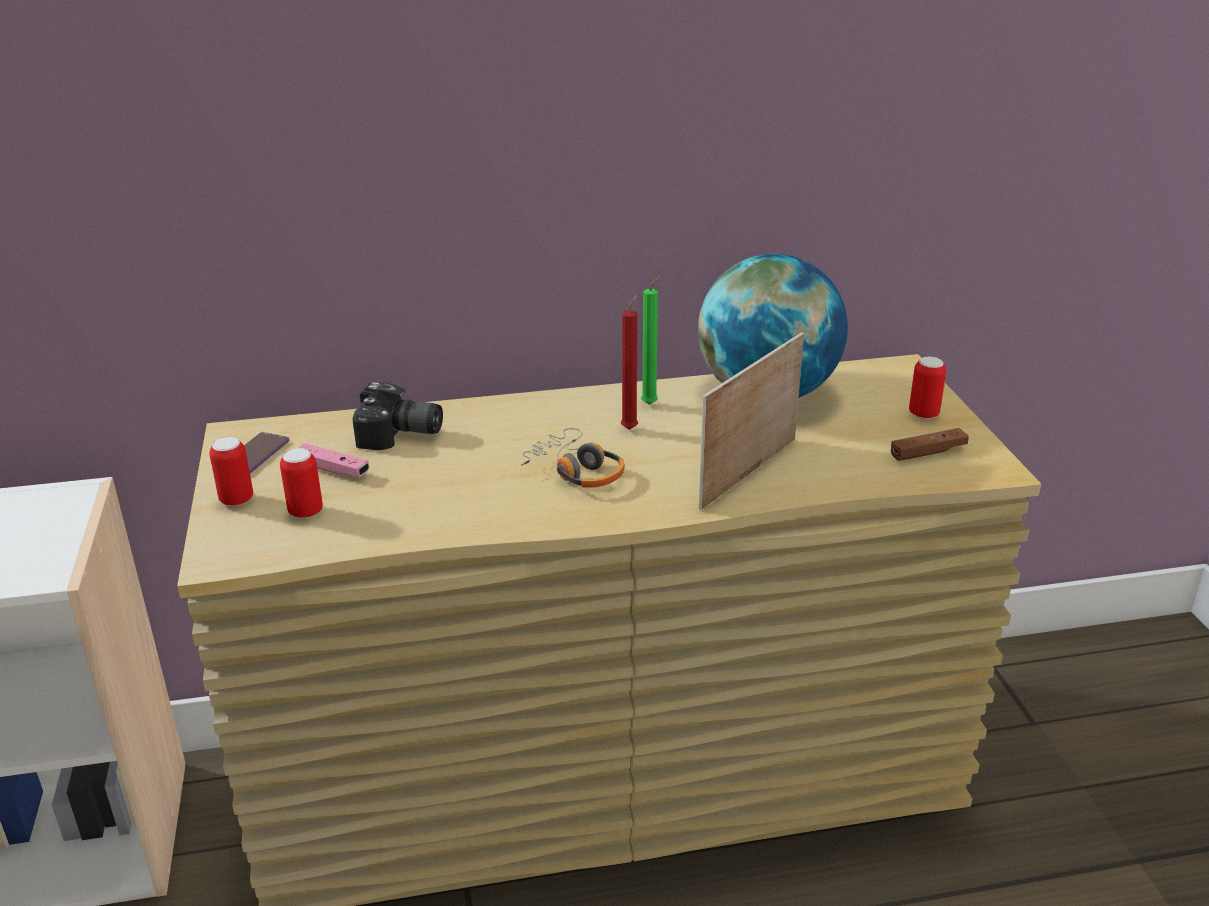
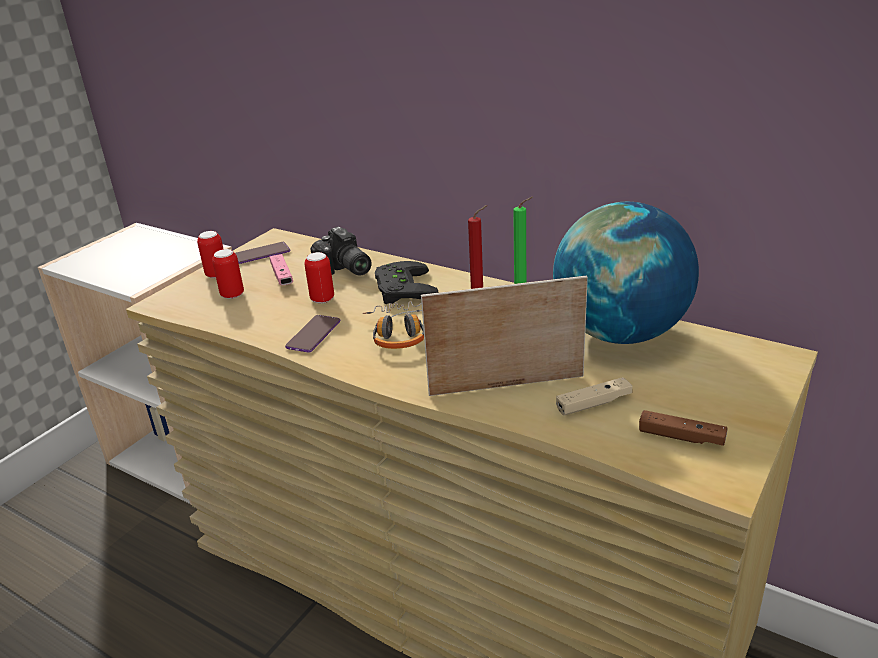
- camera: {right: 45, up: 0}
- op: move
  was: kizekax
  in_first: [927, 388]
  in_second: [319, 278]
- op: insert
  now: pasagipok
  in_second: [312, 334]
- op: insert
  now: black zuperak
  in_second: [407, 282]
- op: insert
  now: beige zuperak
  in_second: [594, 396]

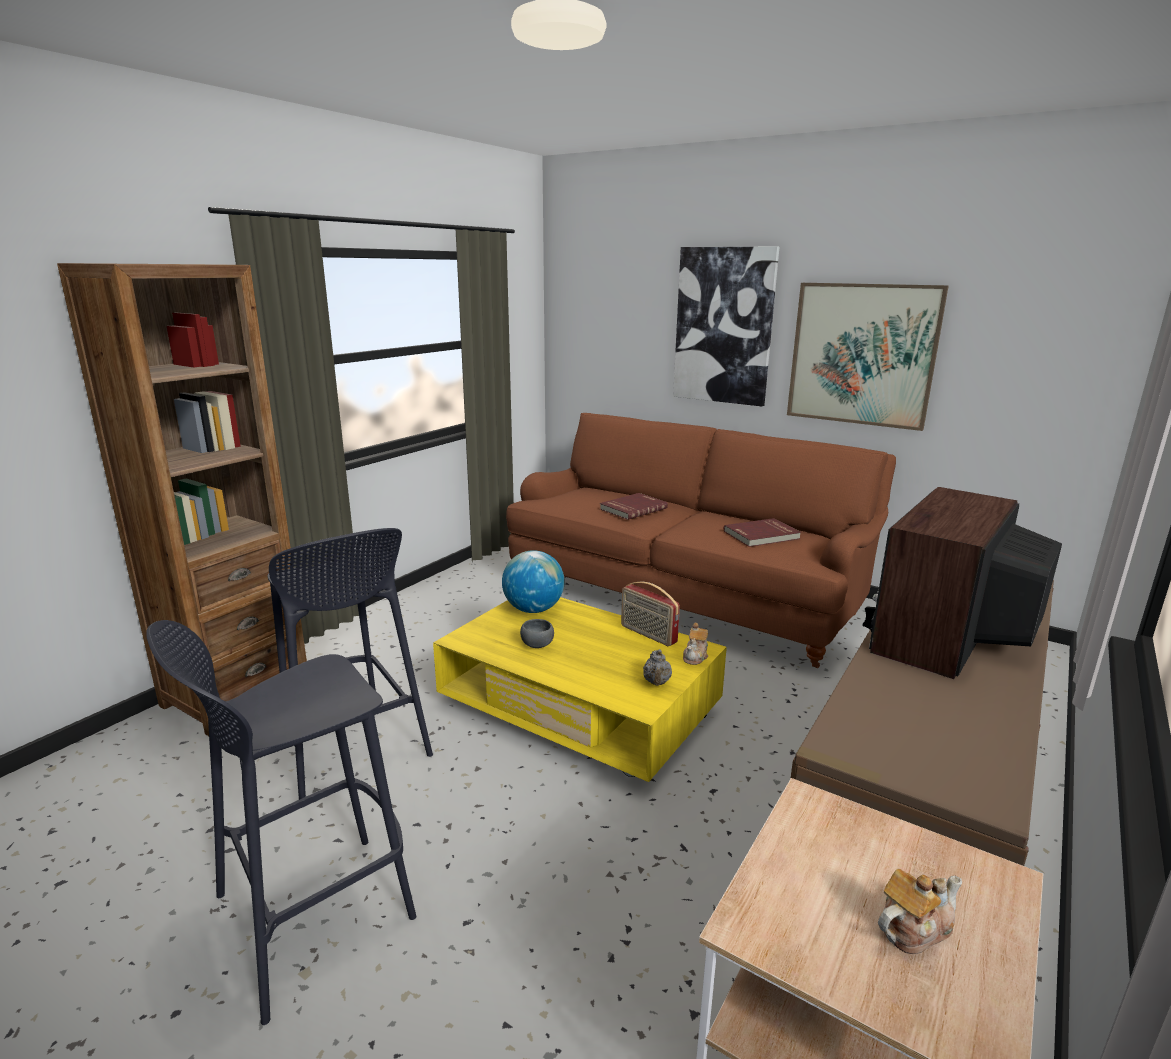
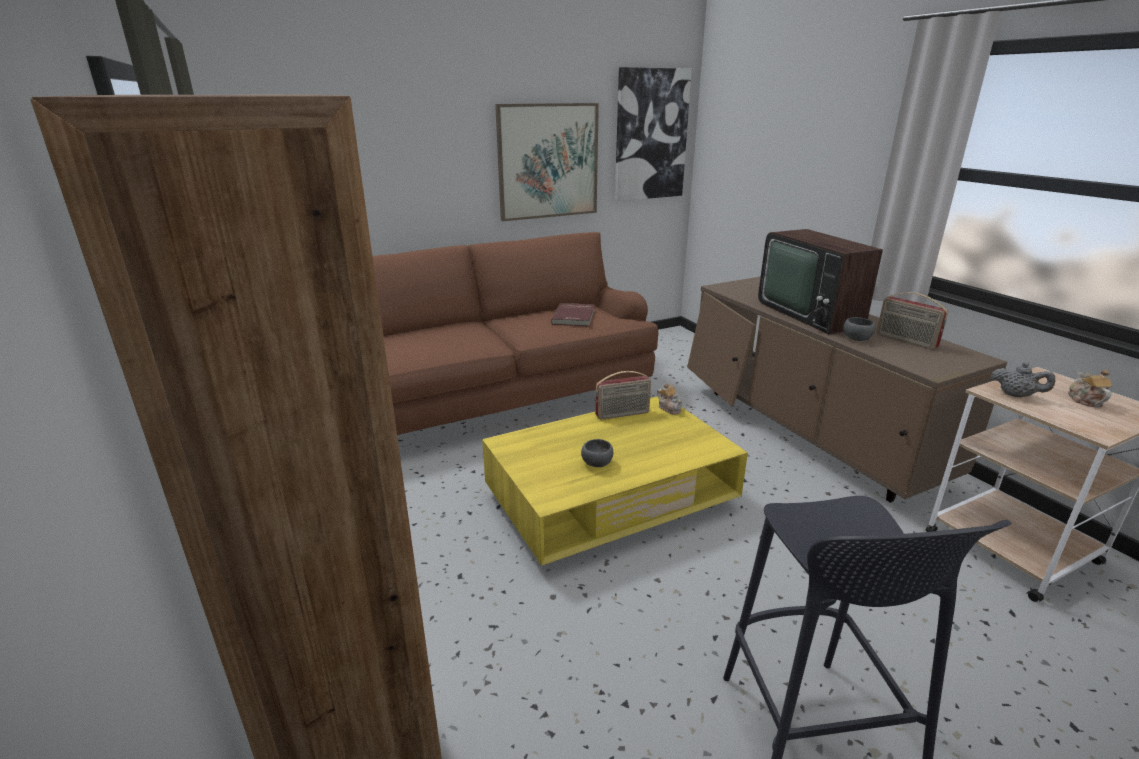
- camera: {right: -60, up: 5}
- op: delete
  was: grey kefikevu
  in_first: [350, 664]
- op: delete
  was: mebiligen
  in_first: [533, 581]
- op: delete
  was: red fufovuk
  in_first: [634, 506]
- op: move
  was: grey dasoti
  in_first: [657, 667]
  in_second: [1023, 379]
- op: move
  was: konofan
  in_first: [726, 326]
  in_second: [653, 134]
- op: insert
  now: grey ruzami
  in_second: [859, 329]
- op: insert
  now: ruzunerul
  in_second: [912, 321]

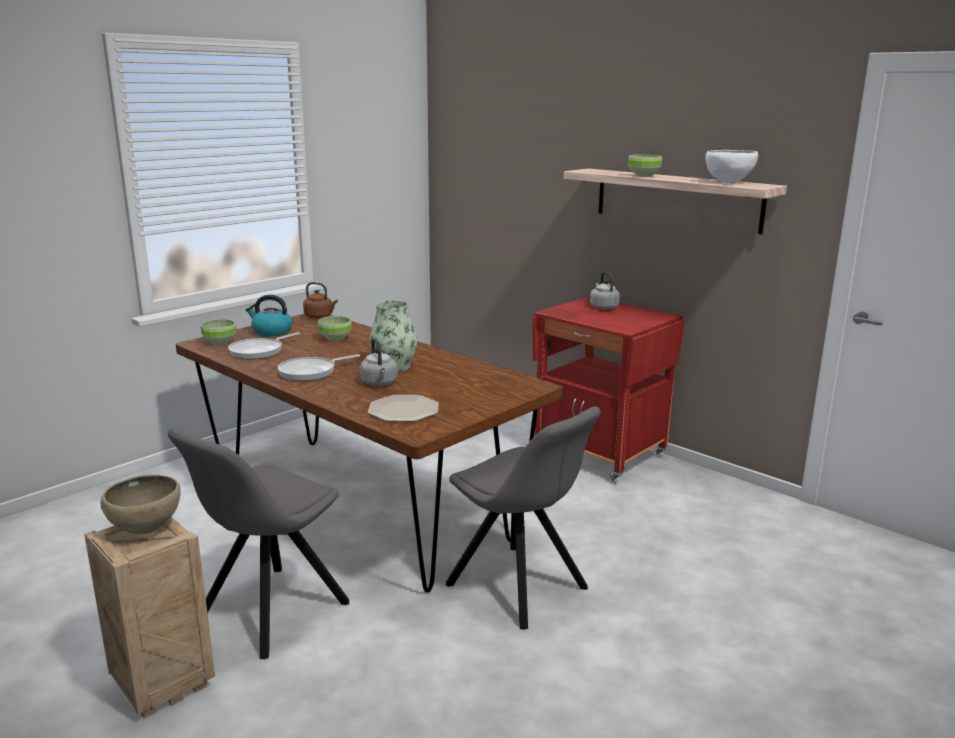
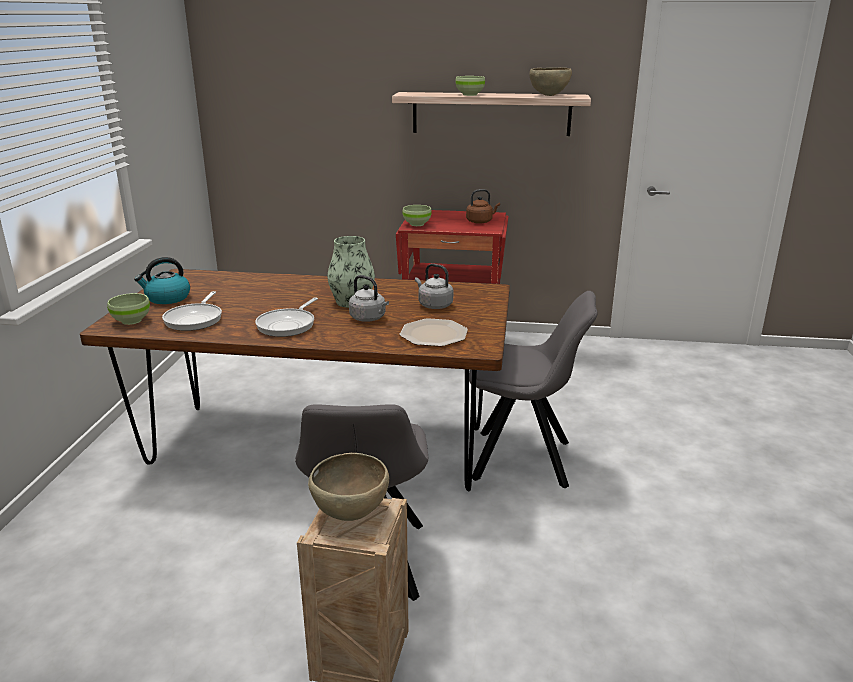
- camera: {right: -35, up: 5}
- op: move
  was: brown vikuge
  in_first: [320, 300]
  in_second: [483, 206]
- op: move
  was: green ruzami
  in_first: [334, 328]
  in_second: [417, 215]
- op: move
  was: grey vikuge
  in_first: [605, 290]
  in_second: [434, 286]
- op: recolor
  was: white ruzami
  now: brown ruzami
  in_first: [731, 166]
  in_second: [550, 81]

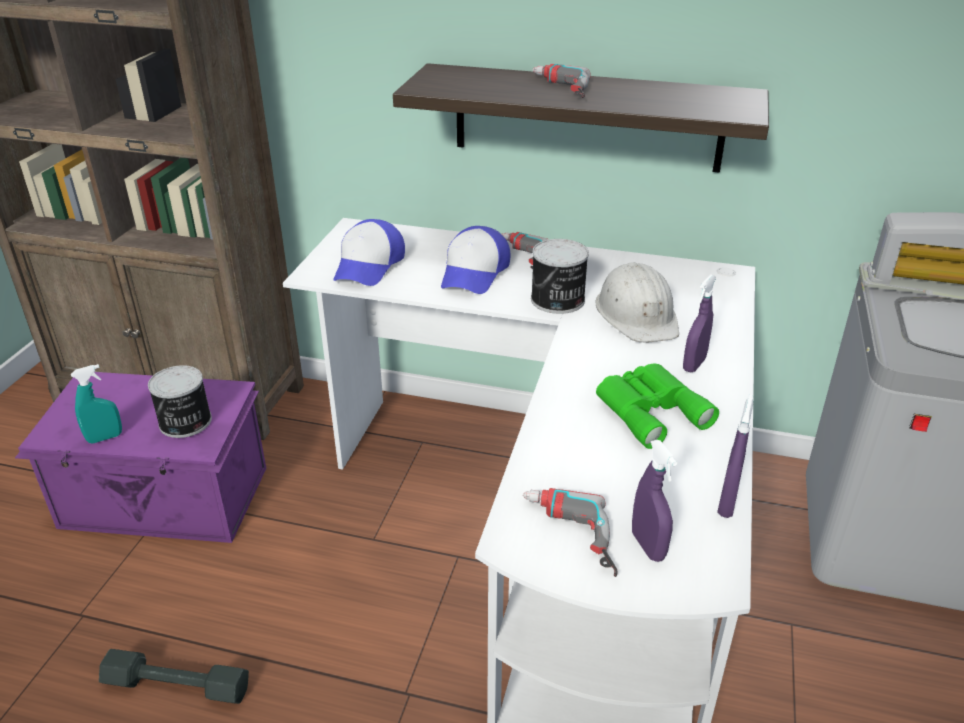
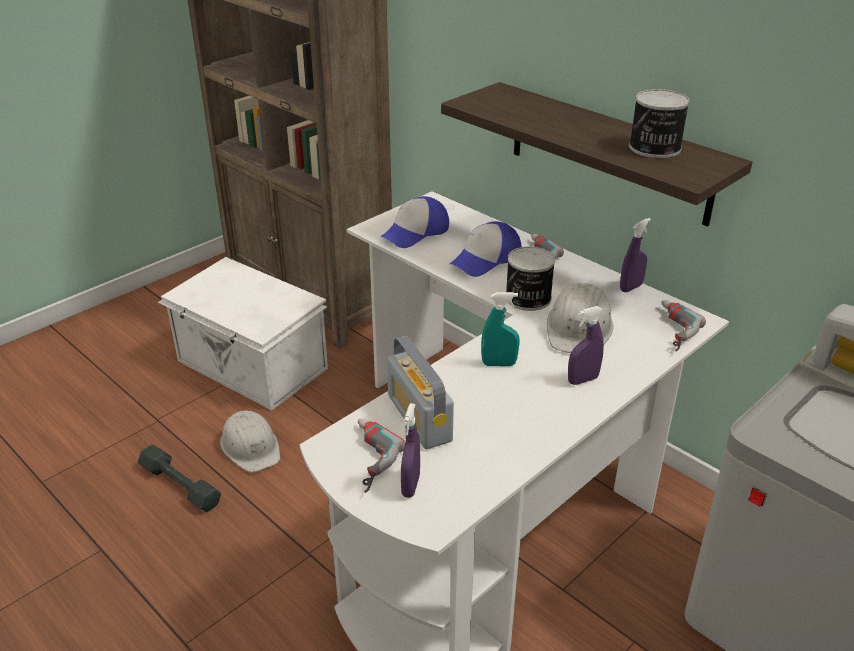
- camera: {right: 30, up: 0}
- op: recolor
  was: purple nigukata
  now: white nigukata
  in_first: [140, 457]
  in_second: [243, 334]
- op: move
  was: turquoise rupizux
  in_first: [96, 403]
  in_second: [500, 329]
- op: move
  was: kizekax
  in_first: [180, 401]
  in_second: [659, 123]
- op: move
  was: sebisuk
  in_first: [561, 81]
  in_second: [684, 325]
- op: delete
  was: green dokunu
  in_first: [657, 406]
- op: move
  was: purple rupizux
  in_first: [735, 456]
  in_second: [635, 255]
- op: insert
  now: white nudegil
  in_second: [250, 441]
- op: insert
  now: ruzunerul
  in_second: [420, 392]

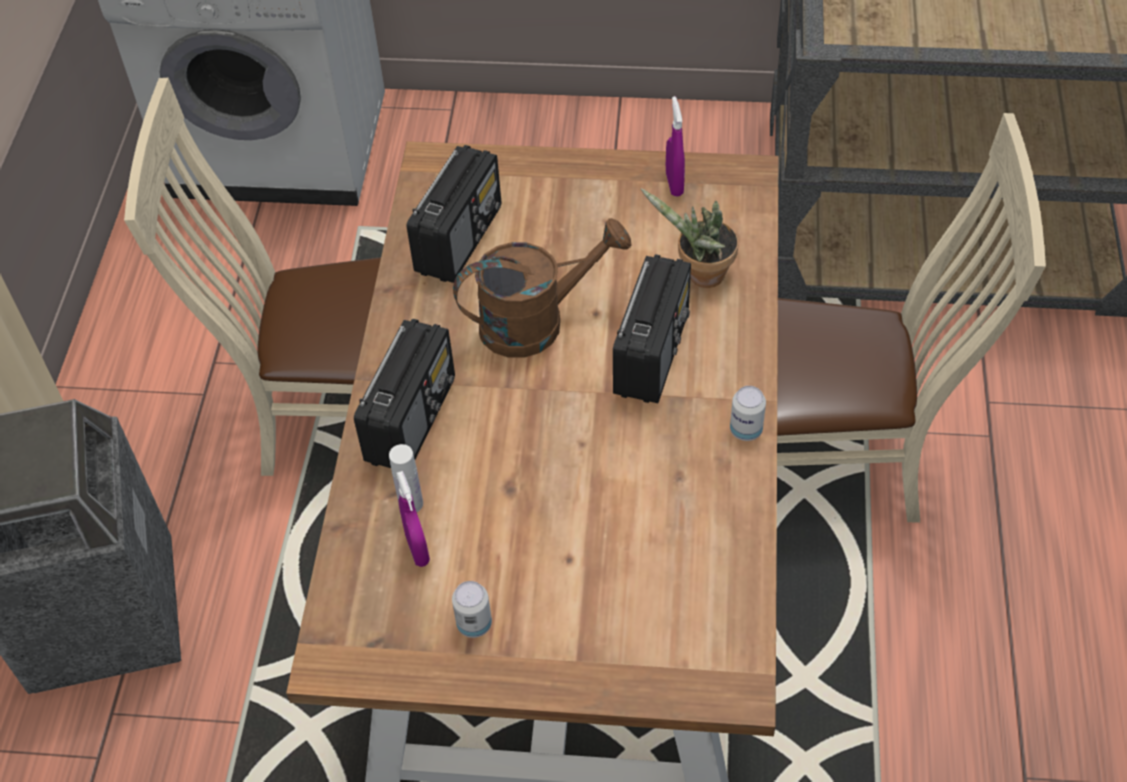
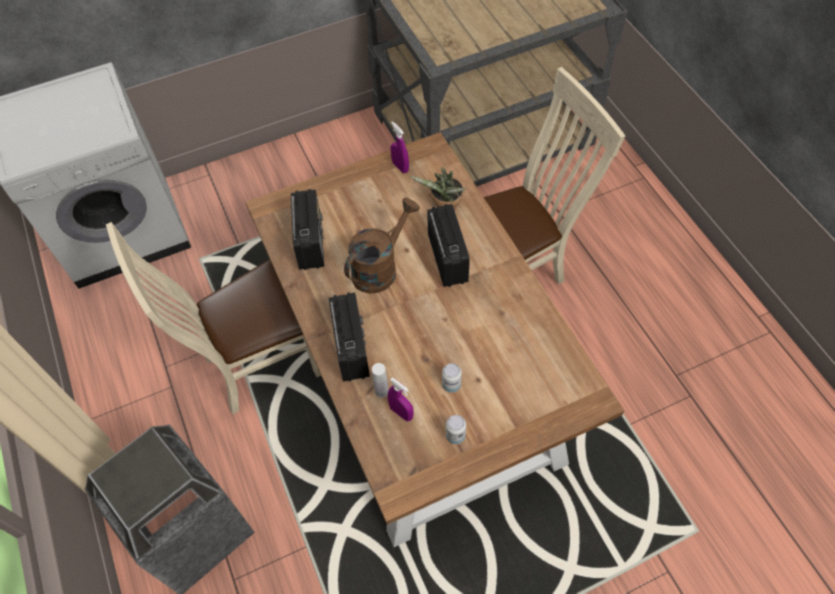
- camera: {right: -30, up: 5}
- op: move
  was: kizekax
  in_first: [748, 413]
  in_second: [452, 378]

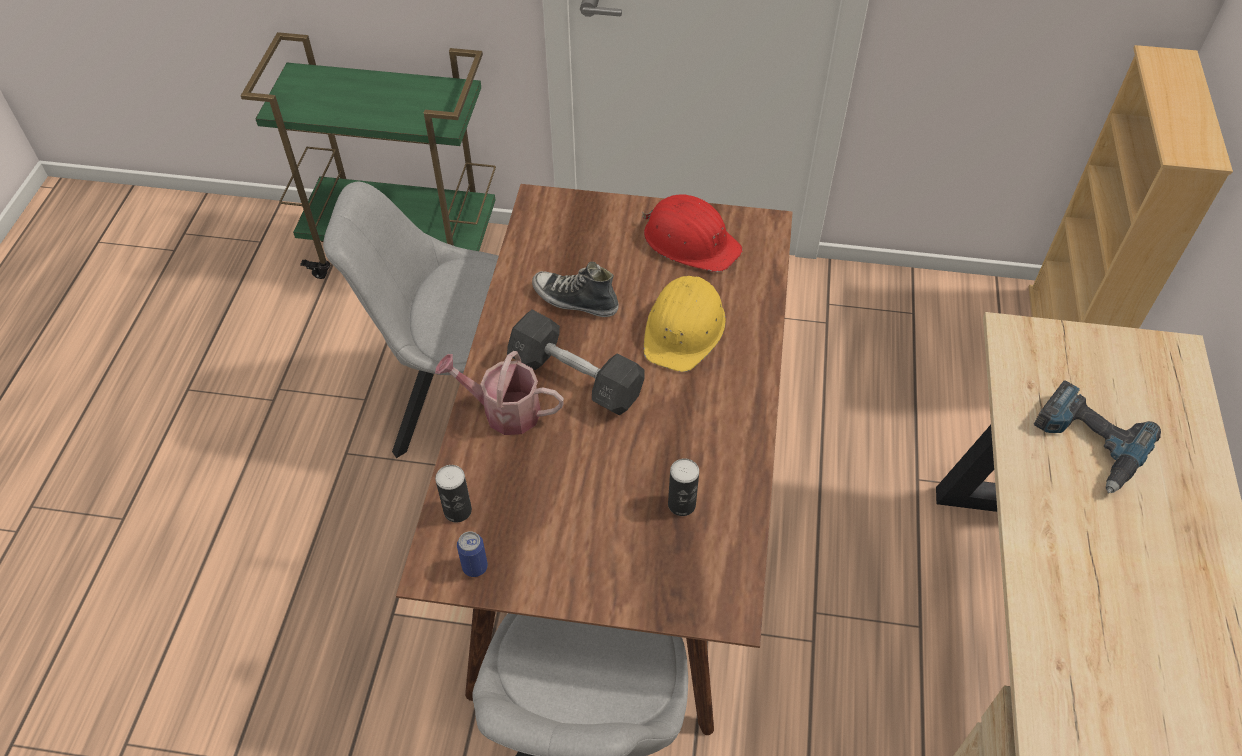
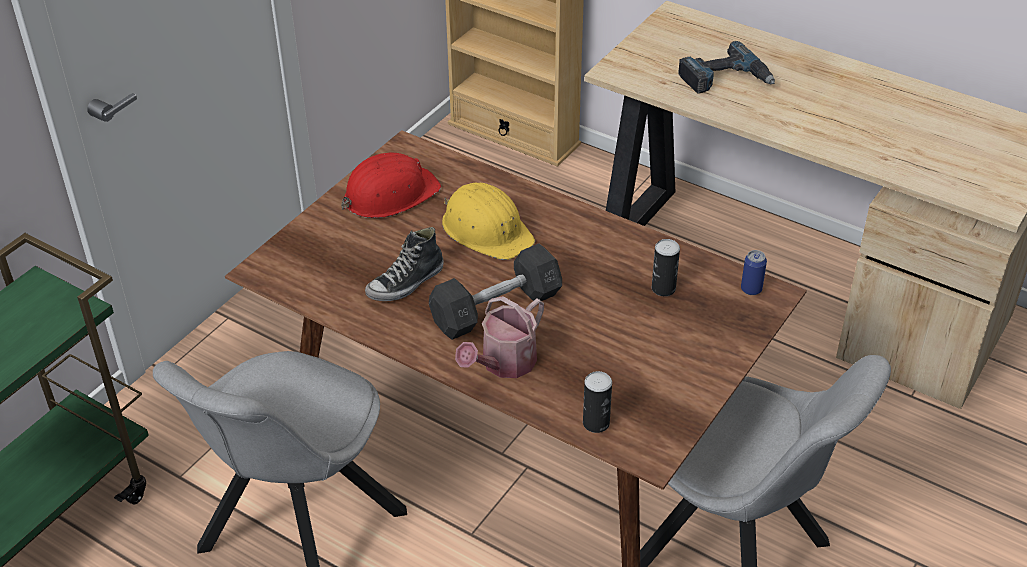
- camera: {right: -65, up: -10}
- op: move
  was: kizekax
  in_first: [472, 554]
  in_second: [754, 272]

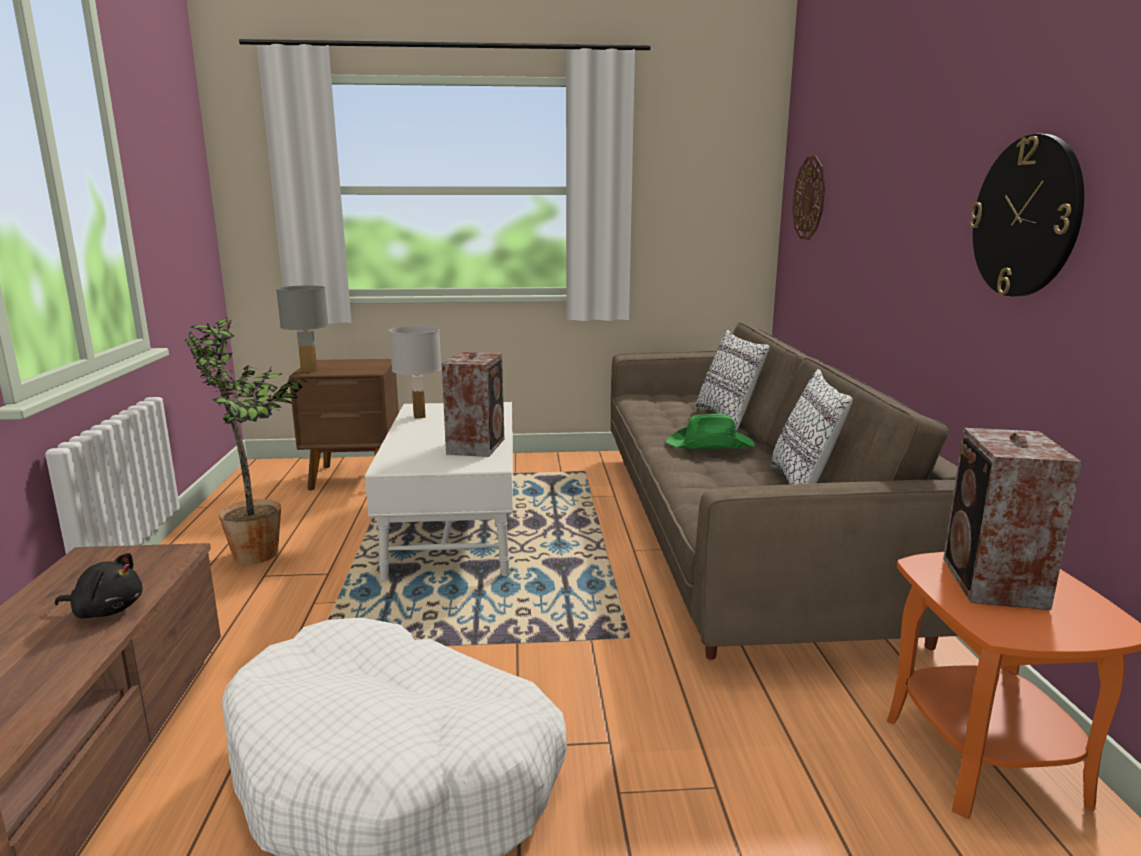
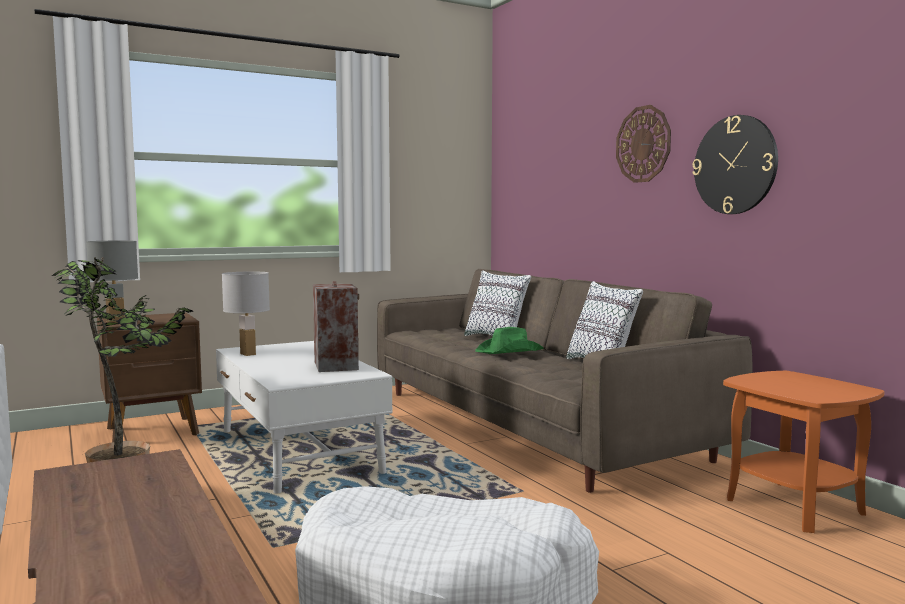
- camera: {right: -25, up: -10}
- op: delete
  was: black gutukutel
  in_first: [99, 586]
- op: move
  was: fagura
  in_first: [808, 198]
  in_second: [643, 144]
- op: delete
  was: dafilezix
  in_first: [1012, 519]

